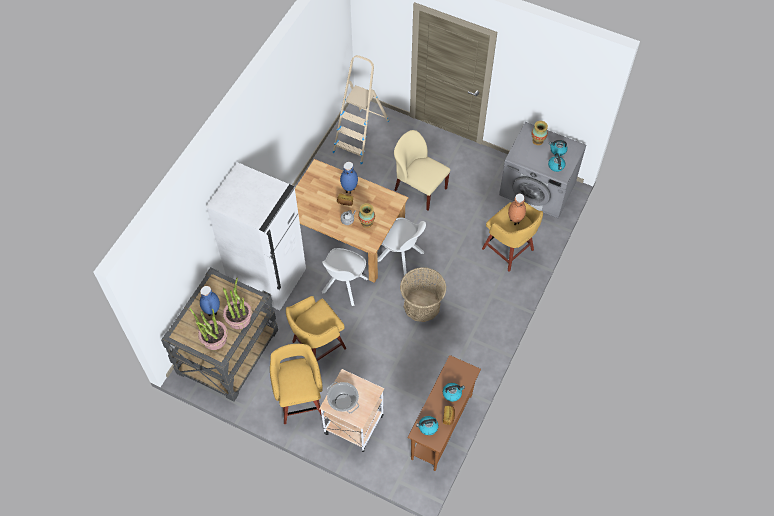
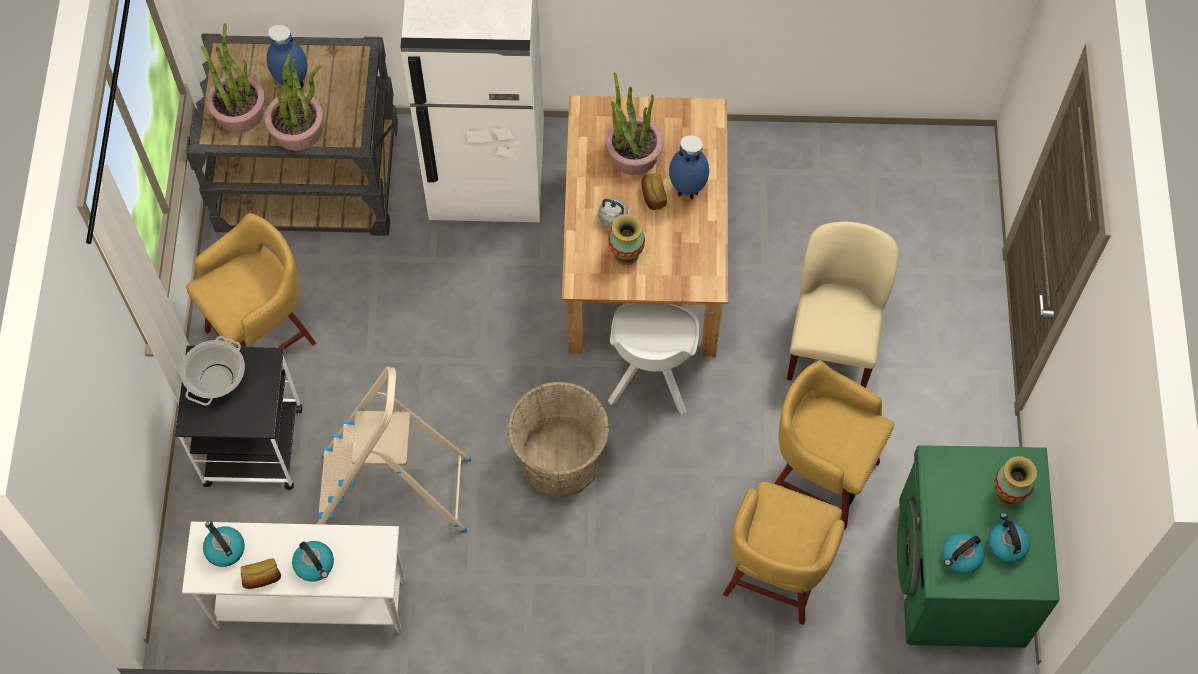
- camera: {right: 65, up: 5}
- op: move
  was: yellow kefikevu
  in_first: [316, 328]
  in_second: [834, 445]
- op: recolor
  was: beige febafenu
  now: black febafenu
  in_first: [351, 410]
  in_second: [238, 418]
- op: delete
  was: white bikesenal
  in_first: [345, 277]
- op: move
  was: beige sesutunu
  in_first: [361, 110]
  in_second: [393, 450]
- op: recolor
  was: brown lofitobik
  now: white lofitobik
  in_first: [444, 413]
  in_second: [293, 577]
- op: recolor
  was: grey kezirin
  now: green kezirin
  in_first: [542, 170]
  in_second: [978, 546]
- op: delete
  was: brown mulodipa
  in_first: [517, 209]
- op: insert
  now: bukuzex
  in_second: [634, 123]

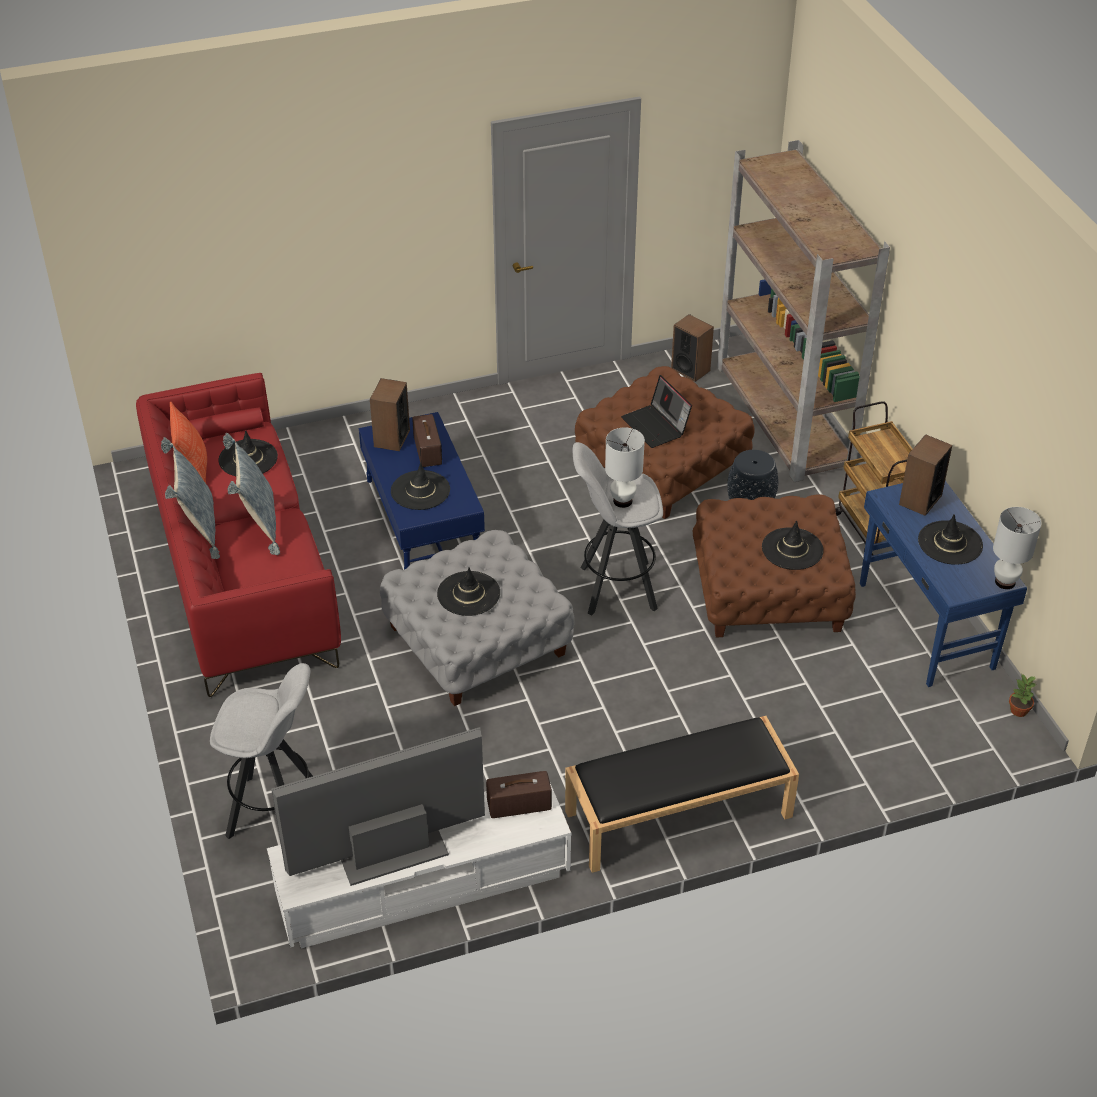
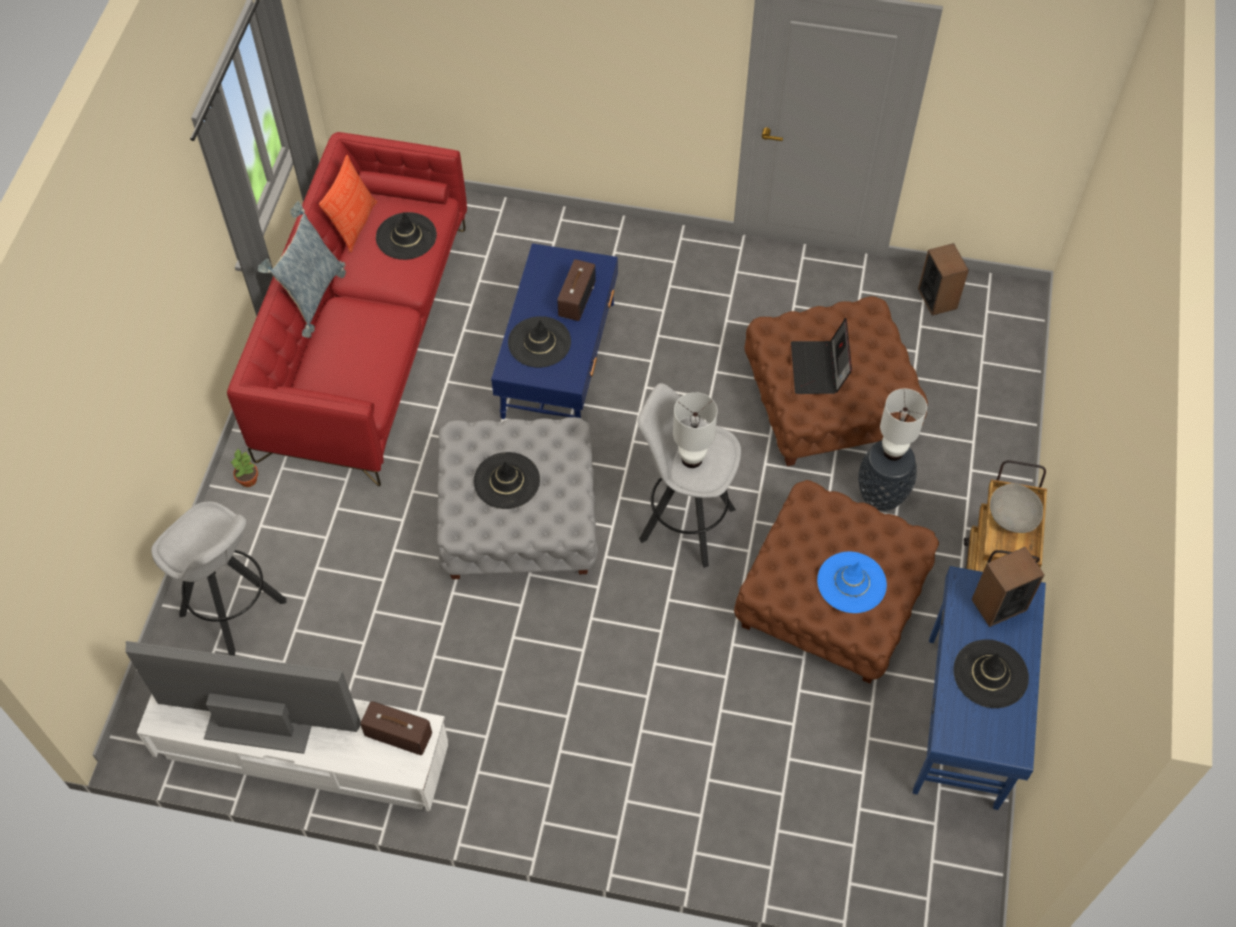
- camera: {right: 30, up: 15}
- op: delete
  was: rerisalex
  in_first: [251, 494]
- op: delete
  was: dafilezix
  in_first: [390, 414]
- op: delete
  was: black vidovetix
  in_first: [682, 794]
- op: delete
  was: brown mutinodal
  in_first: [803, 311]
- op: recolor
  was: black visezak
  now: blue visezak
  in_first: [793, 545]
  in_second: [852, 582]
- op: move
  was: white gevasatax
  in_first: [1017, 548]
  in_second: [903, 425]
- op: move
  was: bukuzex
  in_first: [1022, 695]
  in_second: [244, 468]
- op: insert
  now: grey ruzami
  in_second: [1016, 508]

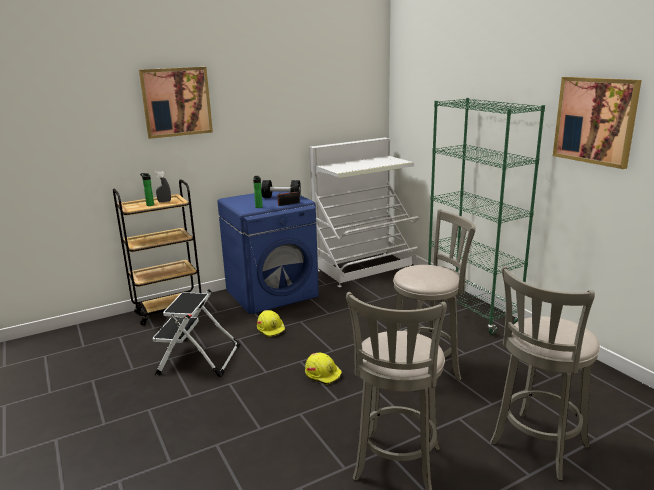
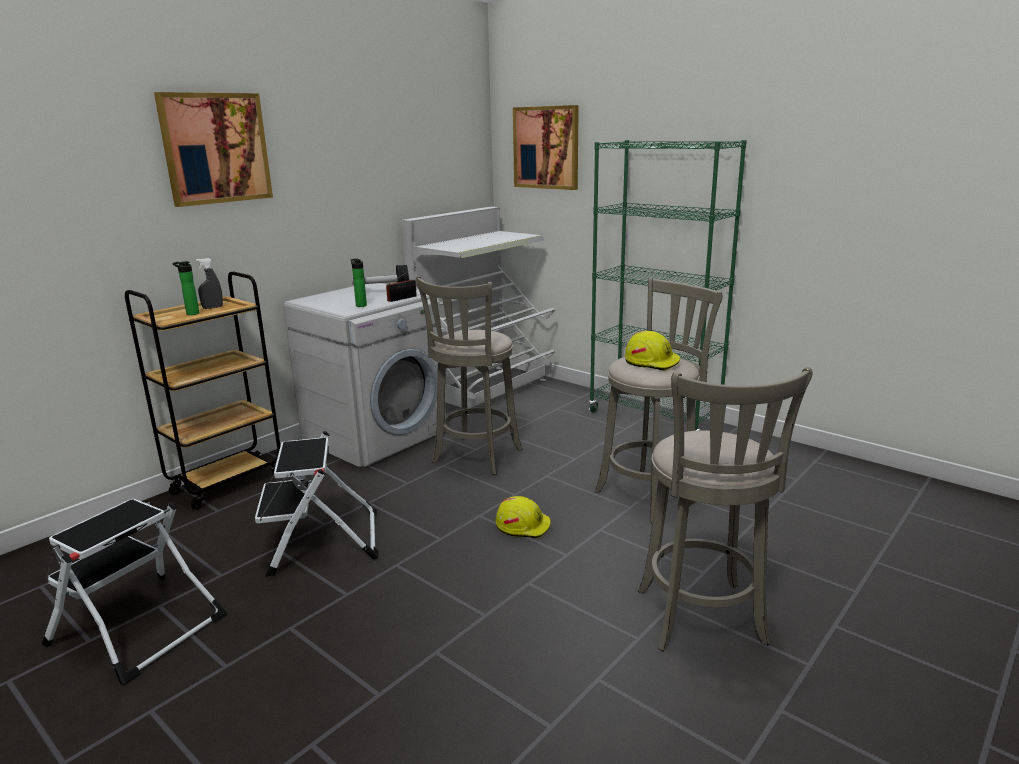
- camera: {right: -20, up: 0}
- op: recolor
  was: blue kezirin
  now: white kezirin
  in_first: [268, 252]
  in_second: [364, 375]
- op: move
  was: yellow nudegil
  in_first: [271, 323]
  in_second: [652, 351]
- op: move
  was: grey kefikevu
  in_first: [545, 373]
  in_second: [469, 375]
- op: move
  was: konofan
  in_first: [597, 123]
  in_second: [546, 147]
- op: insert
  now: sesutunu
  in_second: [135, 592]

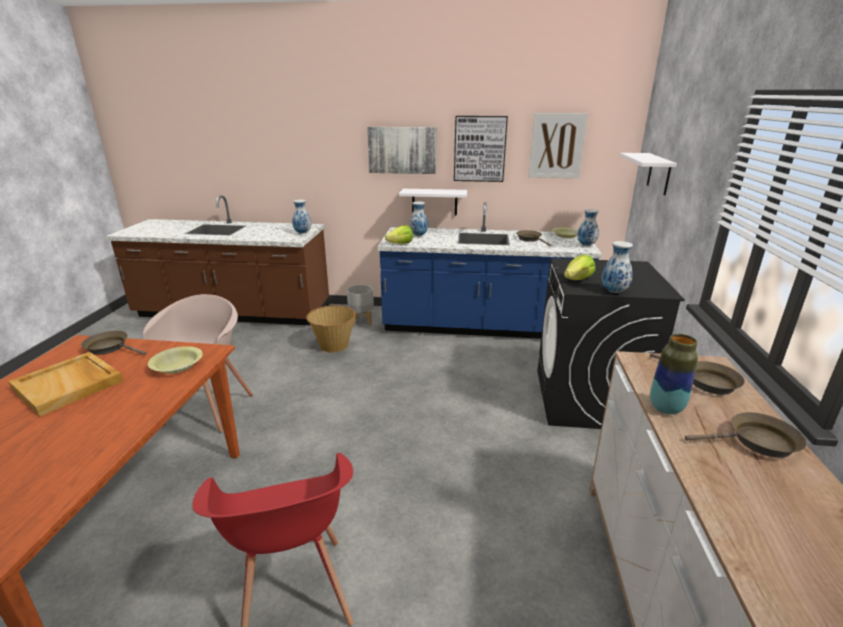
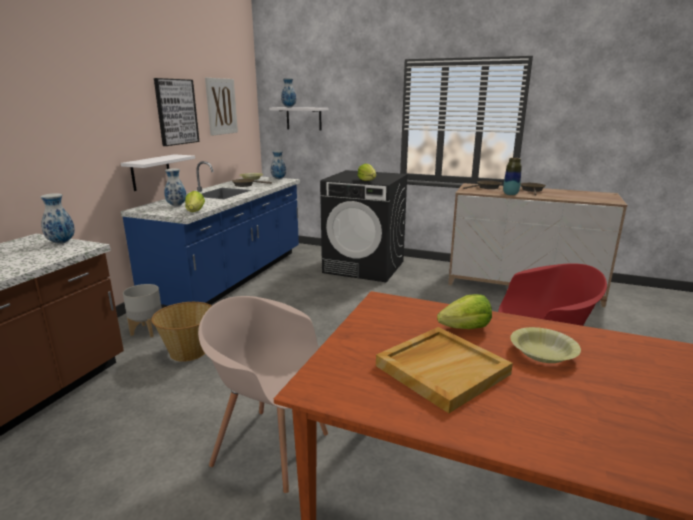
- camera: {right: -75, up: -5}
- op: delete
  was: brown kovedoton
  in_first: [113, 343]
- op: move
  was: yellow ruzami
  in_first: [175, 360]
  in_second: [545, 345]
- op: delete
  was: konofan
  in_first: [402, 150]
- op: move
  was: mulodipa
  in_first: [617, 267]
  in_second: [289, 92]
- op: insert
  now: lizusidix
  in_second: [464, 311]

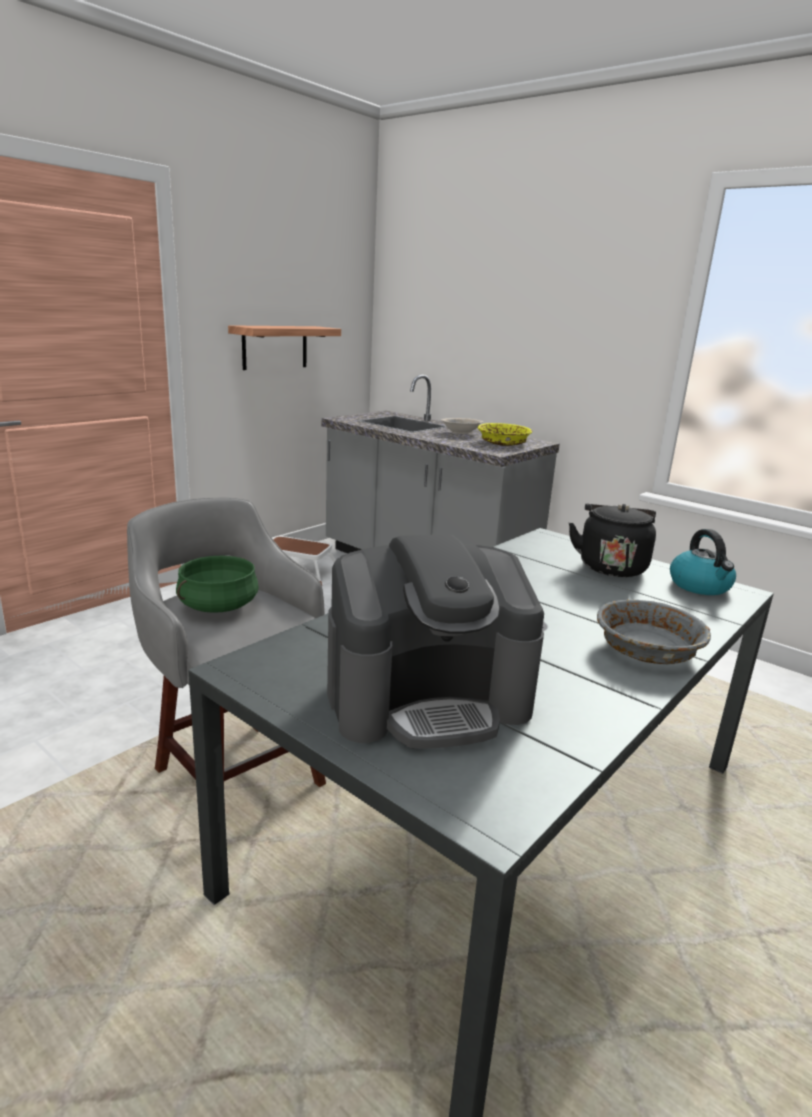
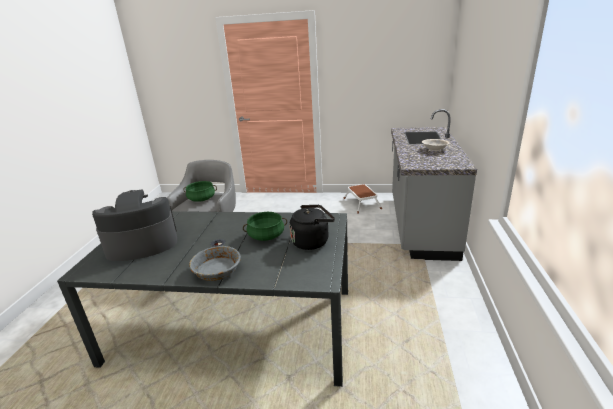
- camera: {right: 60, up: 5}
- op: delete
  was: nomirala
  in_first: [284, 347]
- op: rotate
  was: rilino
  in_first: [435, 641]
  in_second: [134, 225]
  clockwise: 120
- op: delete
  was: yellow ruzami
  in_first: [505, 434]
- op: delete
  was: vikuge
  in_first: [703, 562]
- op: insert
  now: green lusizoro
  in_second: [265, 226]

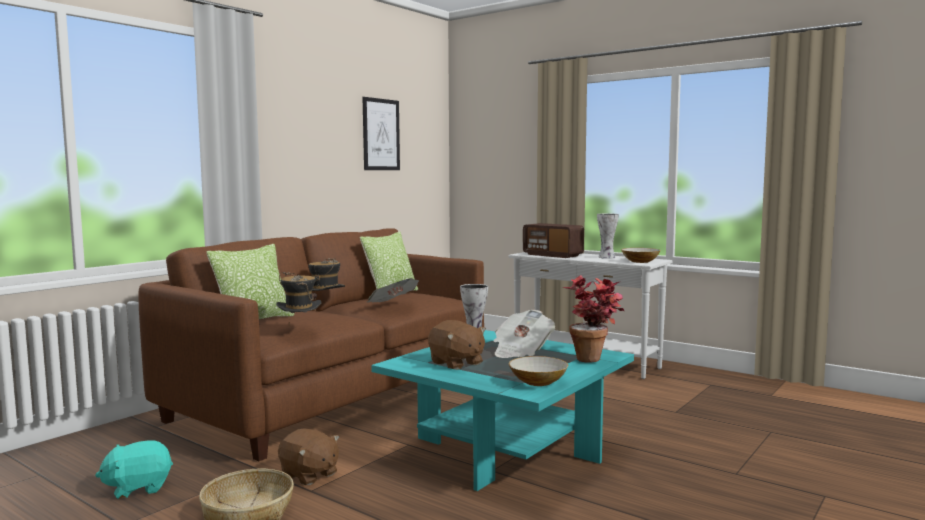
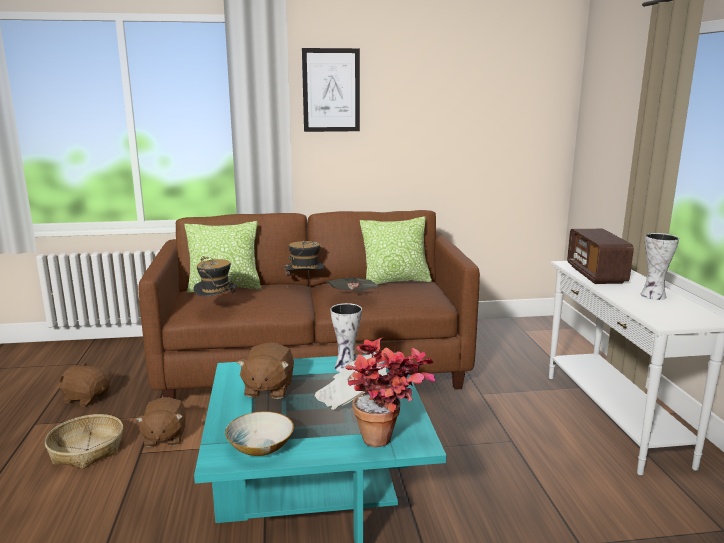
- camera: {right: 45, up: 10}
- op: recolor
  was: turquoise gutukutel
  now: brown gutukutel
  in_first: [134, 469]
  in_second: [83, 385]
- op: move
  was: konofan
  in_first: [381, 133]
  in_second: [331, 90]
- op: delete
  was: ruzami
  in_first: [641, 255]

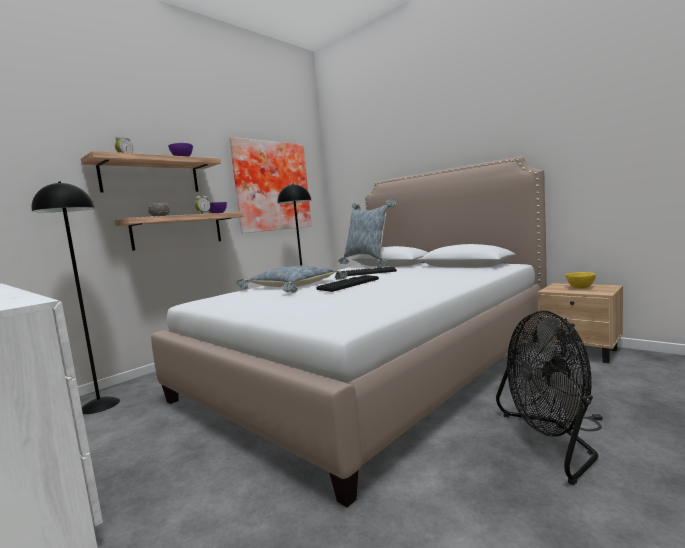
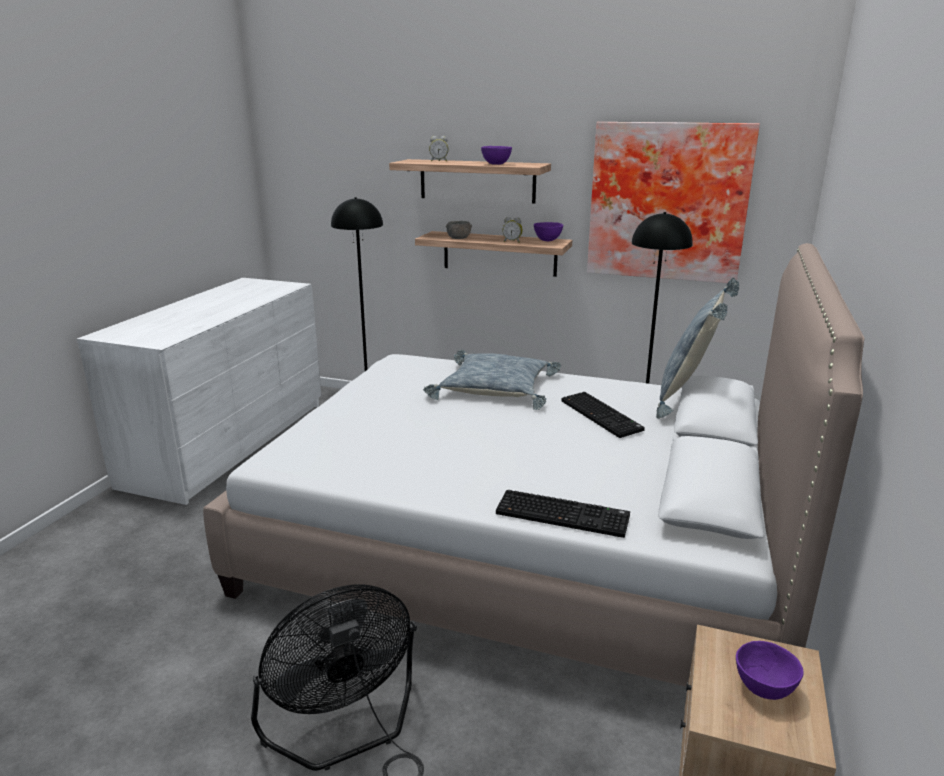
- camera: {right: 65, up: 15}
- op: move
  was: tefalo
  in_first: [347, 283]
  in_second: [563, 514]
- op: recolor
  was: yellow ruzami
  now: purple ruzami
  in_first: [581, 280]
  in_second: [769, 670]

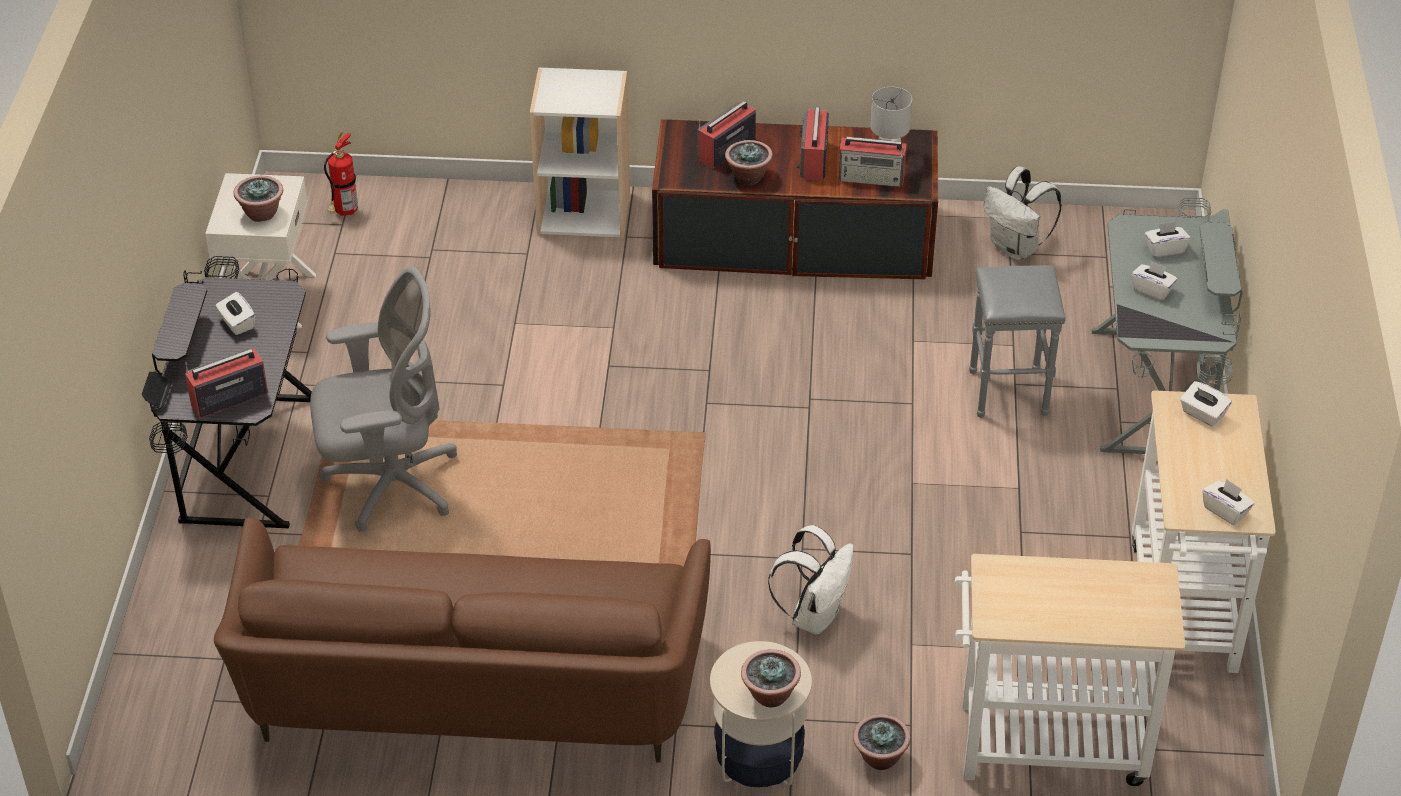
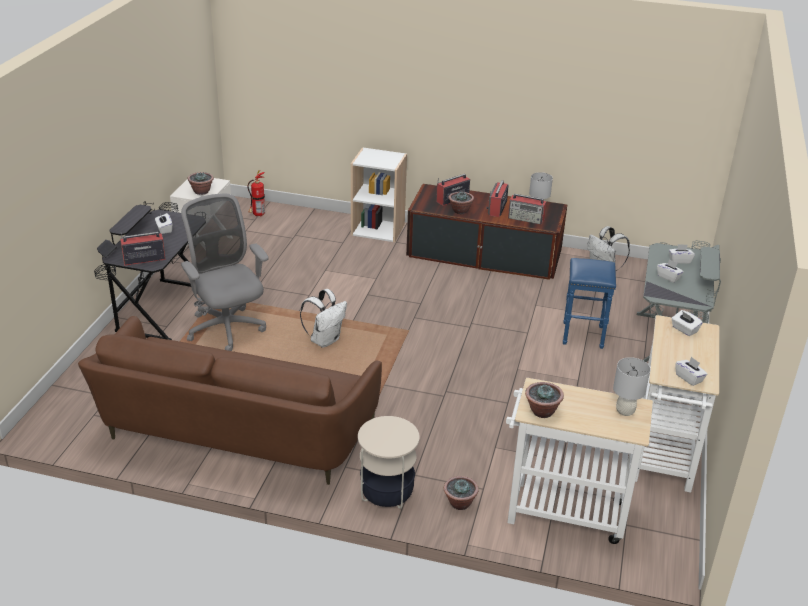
- camera: {right: 10, up: -10}
- op: rotate
  was: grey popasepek
  in_first: [383, 399]
  in_second: [225, 272]
  clockwise: -120
- op: move
  was: bukuzex
  in_first: [771, 678]
  in_second: [544, 400]
- op: move
  was: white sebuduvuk
  in_first: [811, 580]
  in_second: [323, 318]
- op: recolor
  was: grey kefikevu
  now: blue kefikevu
  in_first: [1017, 341]
  in_second: [589, 303]
- op: insert
  now: grey gevasatax
  in_second: [631, 386]

